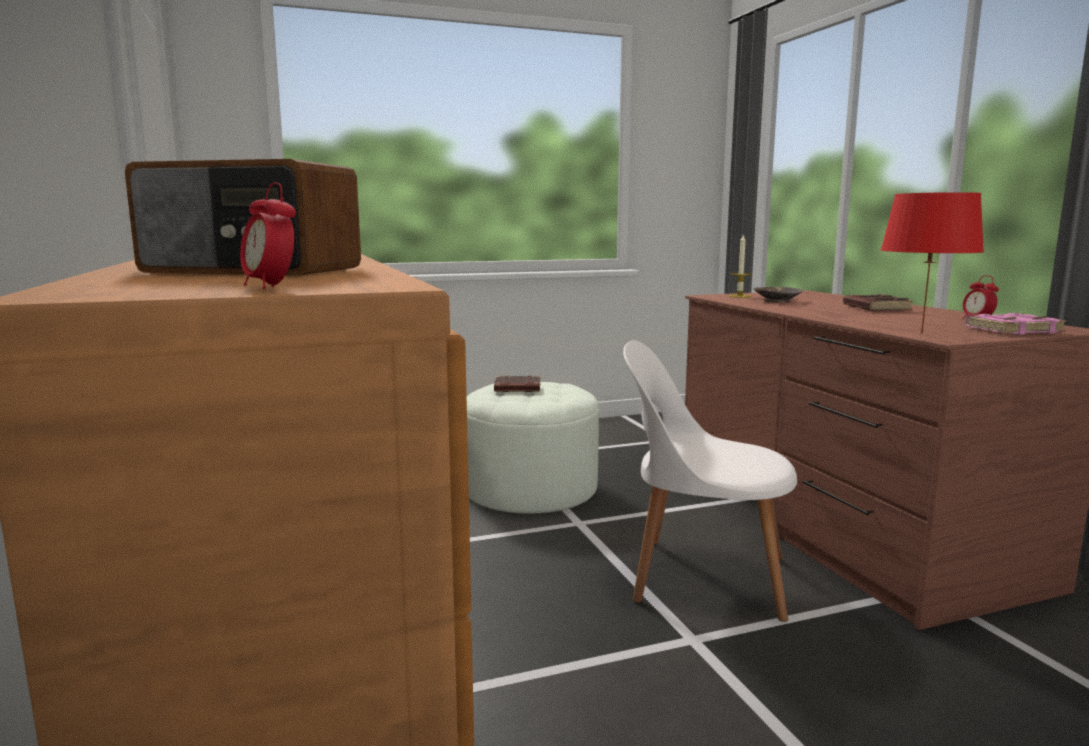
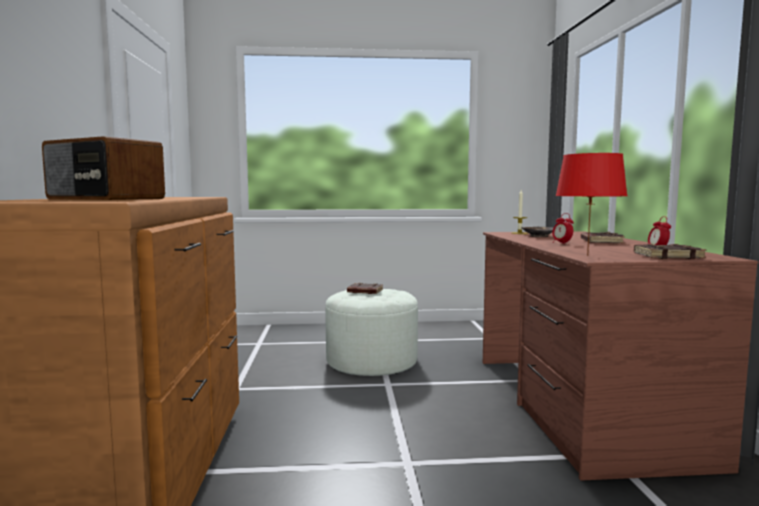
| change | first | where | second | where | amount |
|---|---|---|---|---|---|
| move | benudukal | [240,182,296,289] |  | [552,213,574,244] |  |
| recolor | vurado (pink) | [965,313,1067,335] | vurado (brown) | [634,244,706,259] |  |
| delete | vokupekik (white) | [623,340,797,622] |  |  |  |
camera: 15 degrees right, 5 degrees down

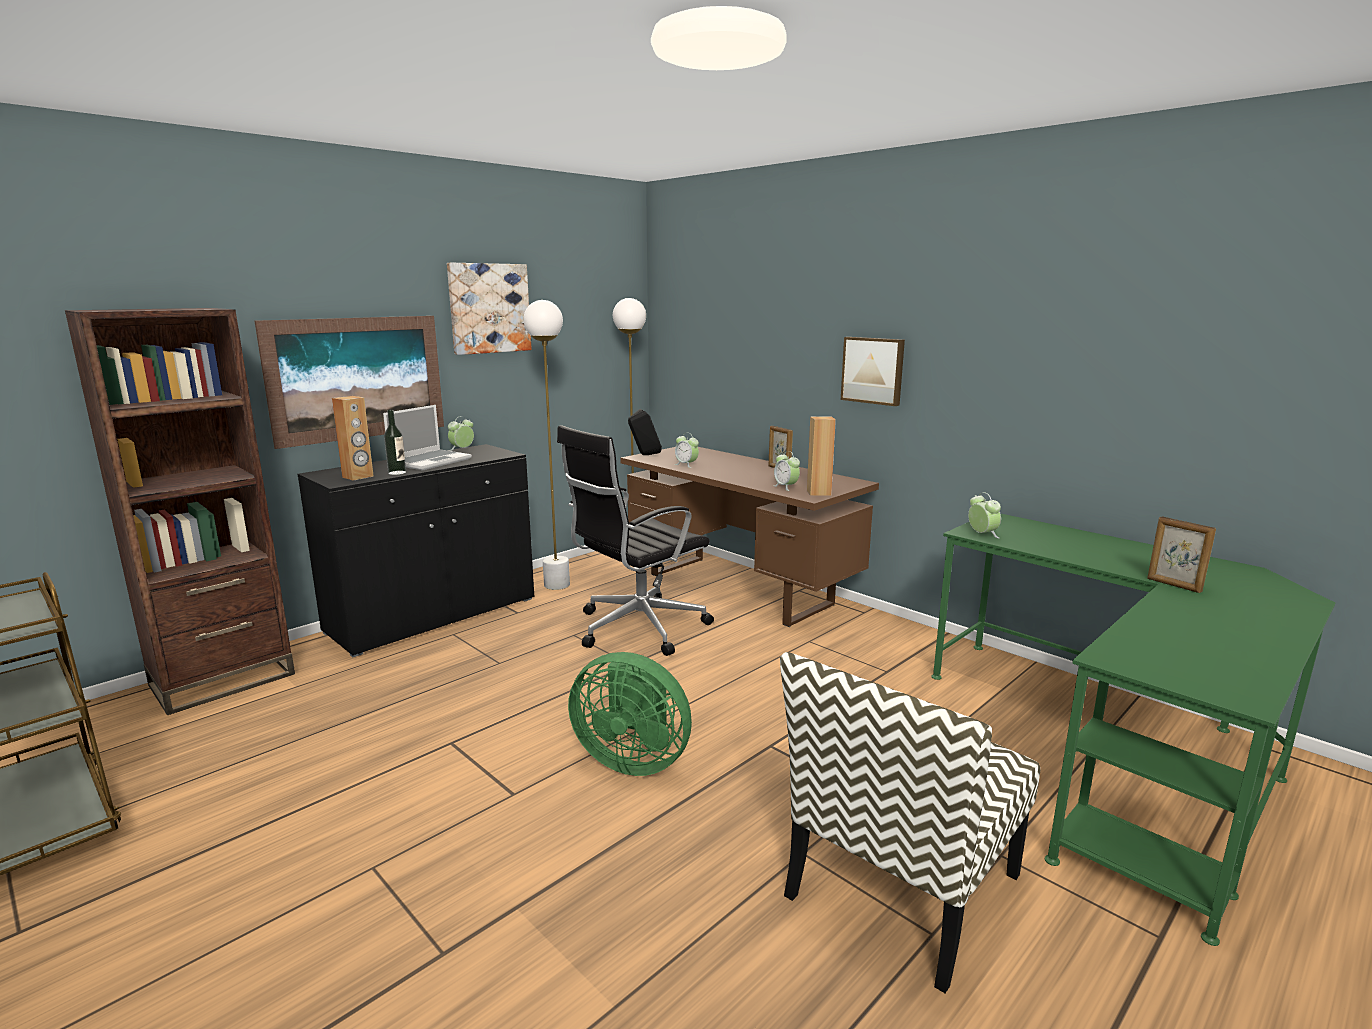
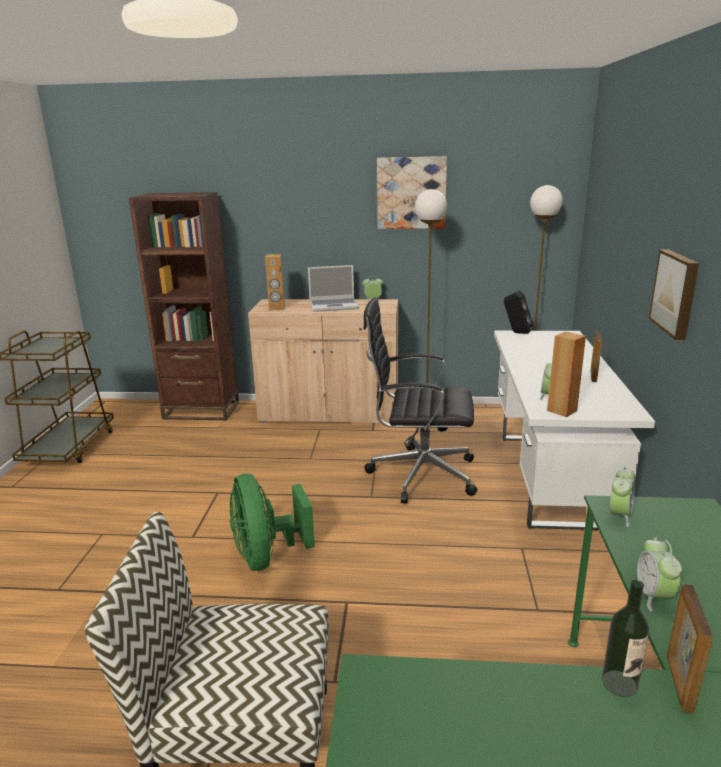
| change | first | where | second | where | amount |
|---|---|---|---|---|---|
| delete | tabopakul | [255,316,444,449] |  |  |  |
| move | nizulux | [384,410,406,475] |  | [602,580,649,697] |  |
| move | benudukal | [675,433,699,468] |  | [637,538,682,612] |  |
| recolor | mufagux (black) | [298,444,534,657] | mufagux (beige) | [248,299,398,424] |  |
| recolor | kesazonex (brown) | [620,447,879,627] | kesazonex (white) | [494,331,655,530] |  |
camera: 50 degrees right, 5 degrees up

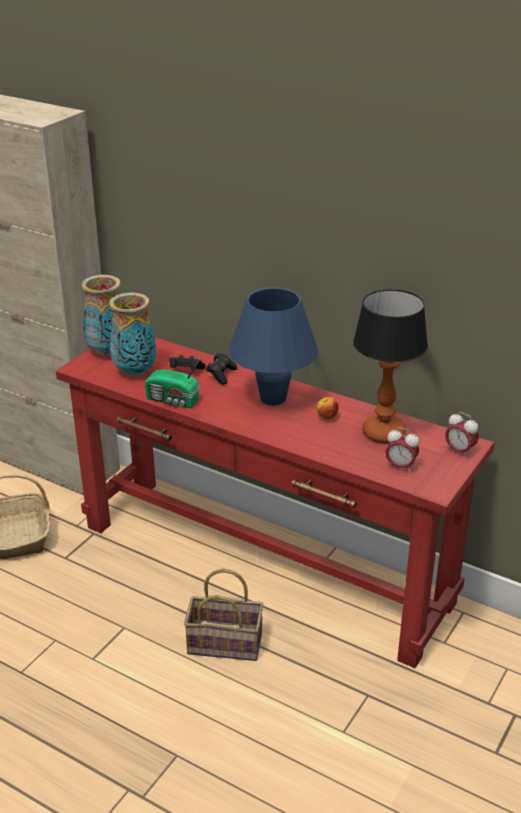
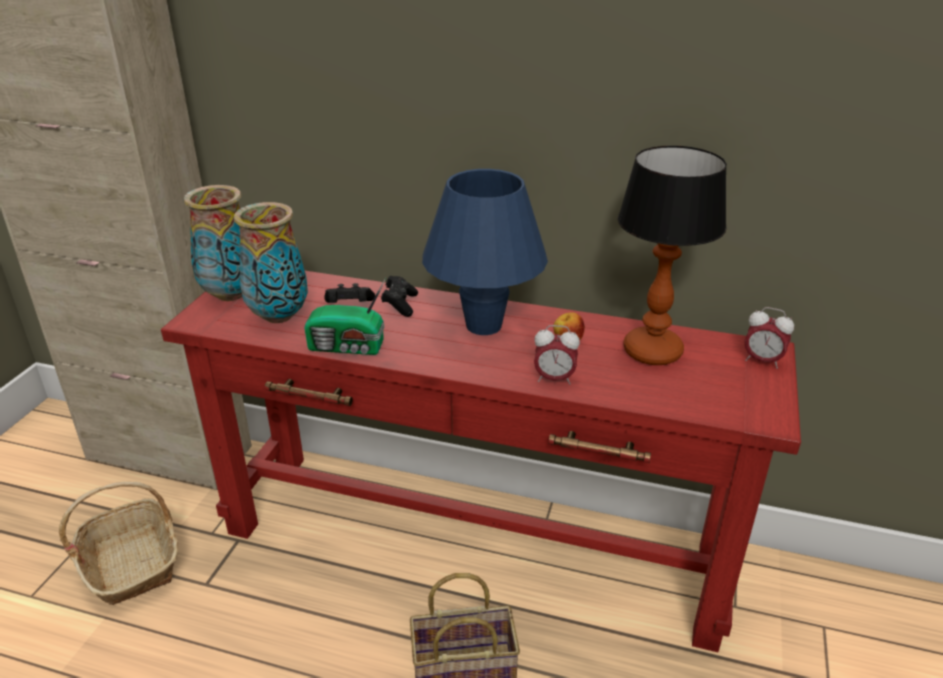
| change | first | where | second | where | amount |
|---|---|---|---|---|---|
| move | benudukal | [385,427,419,472] |  | [534,325,580,385] |  |
camera: 15 degrees left, 0 degrees up

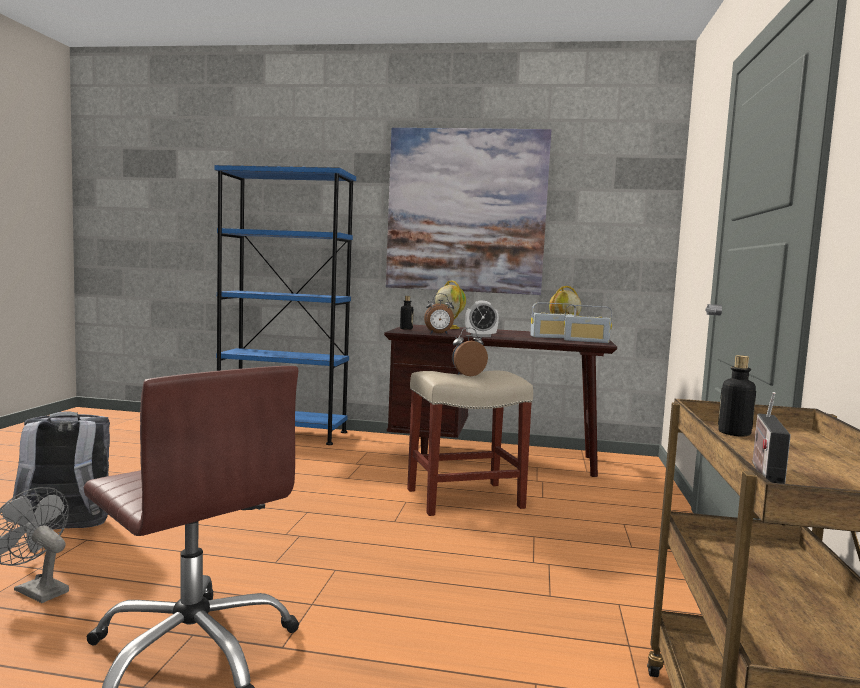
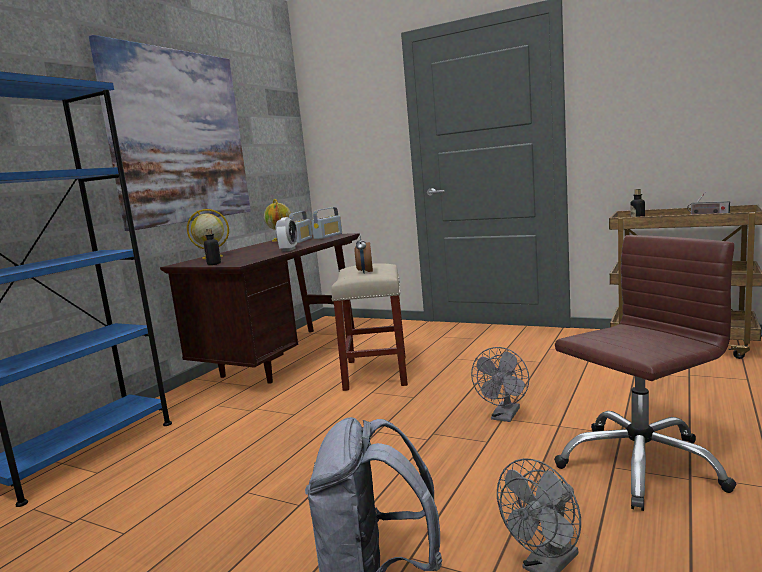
| change | first | where | second | where | amount |
|---|---|---|---|---|---|
| delete | benudukal | [424,293,454,334] |  |  |  |
| insert |  |  | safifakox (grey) | [471,347,529,422] |  |
camera: 70 degrees left, 5 degrees up

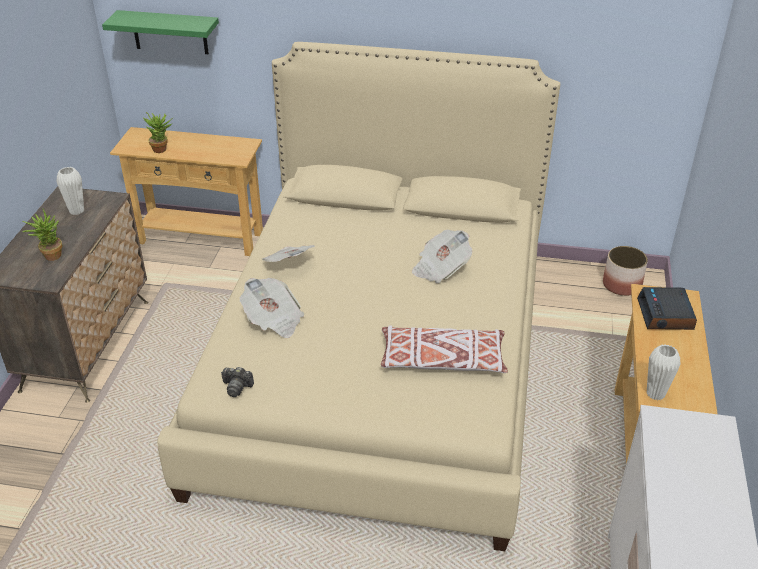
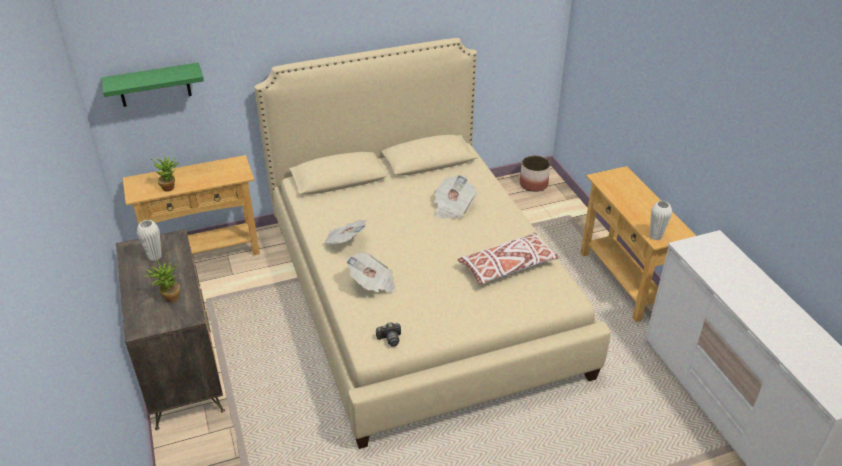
| change | first | where | second | where | amount |
|---|---|---|---|---|---|
| delete | benudukal | [637,287,697,330] |  |  |  |
camera: 30 degrees left, 0 degrees up

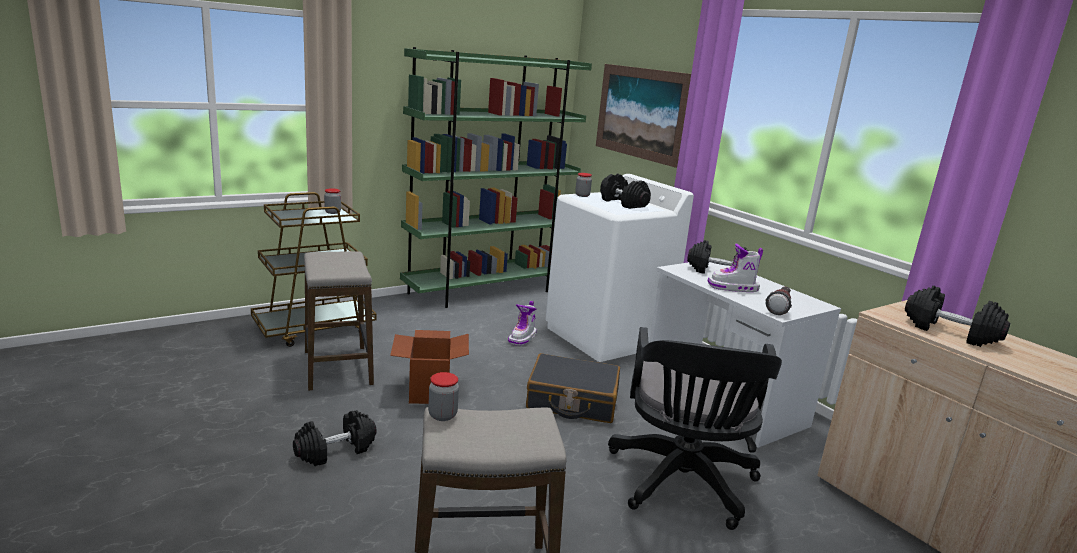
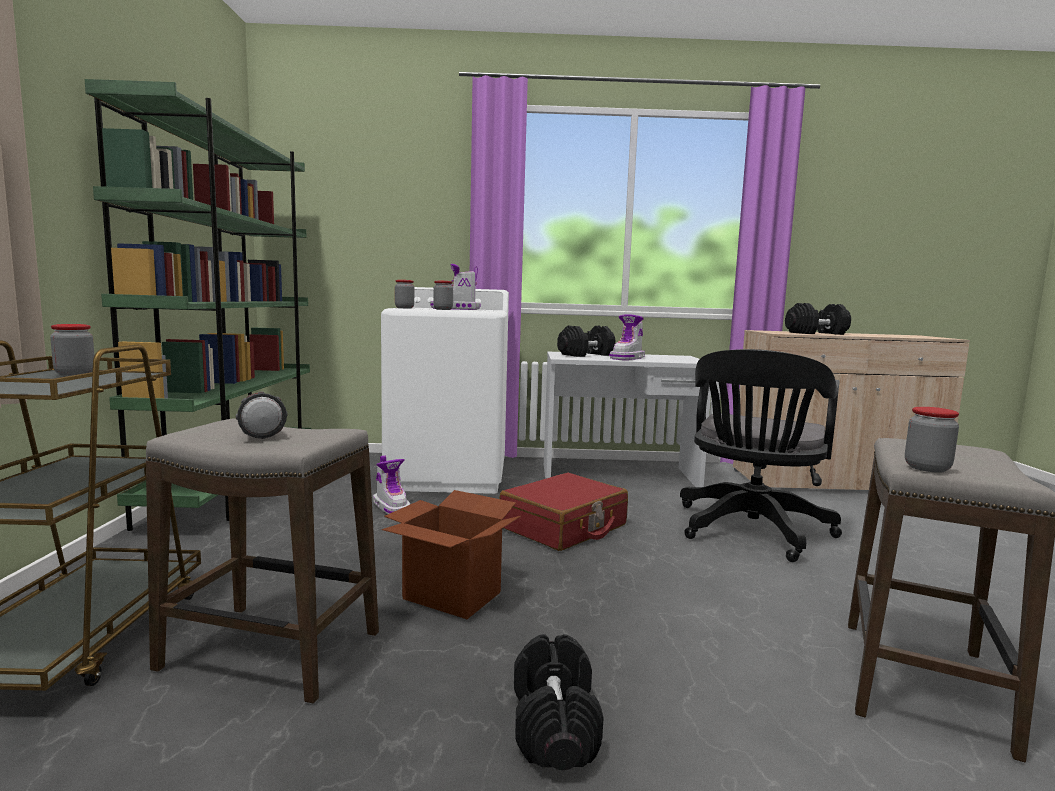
| change | first | where | second | where | amount |
|---|---|---|---|---|---|
| delete | tabopakul | [596,64,691,168] |  |  |  |
| replace | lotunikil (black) | [600,174,651,209] | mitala | [430,264,481,310] |  |
| move | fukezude | [765,287,792,315] |  | [236,392,288,439] |  |
| rotate | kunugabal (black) | [608,327,782,530] |  | [680,349,842,562] | 75 degrees clockwise |
| recolor | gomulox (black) | [526,353,620,423] | gomulox (red) | [499,473,628,551] |  |
| insert |  |  | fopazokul | [433,281,453,310] |  |
camera: 55 degrees left, 10 degrees down

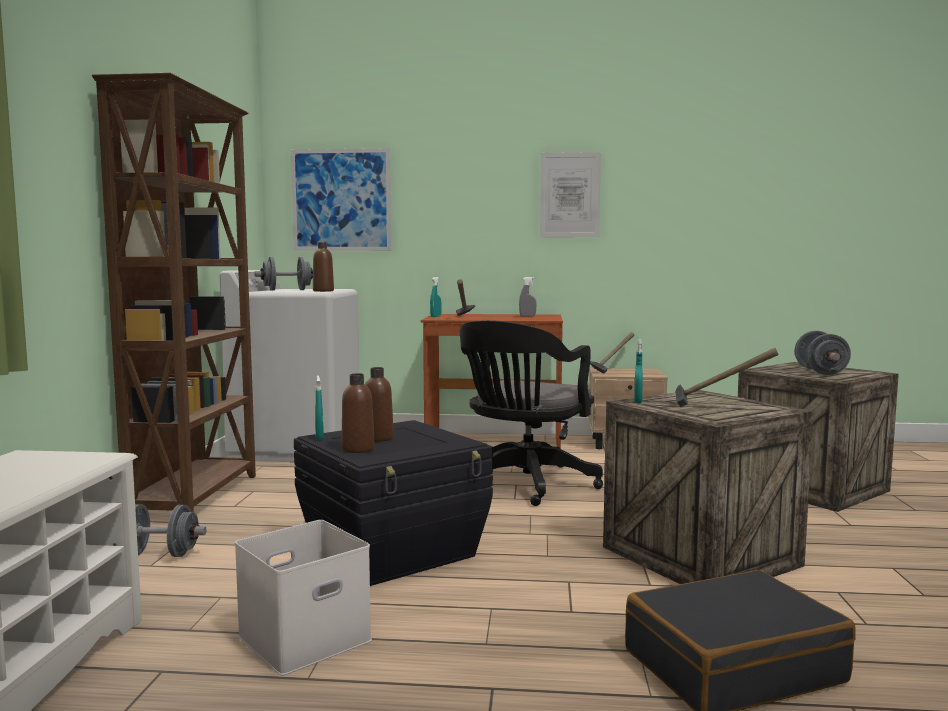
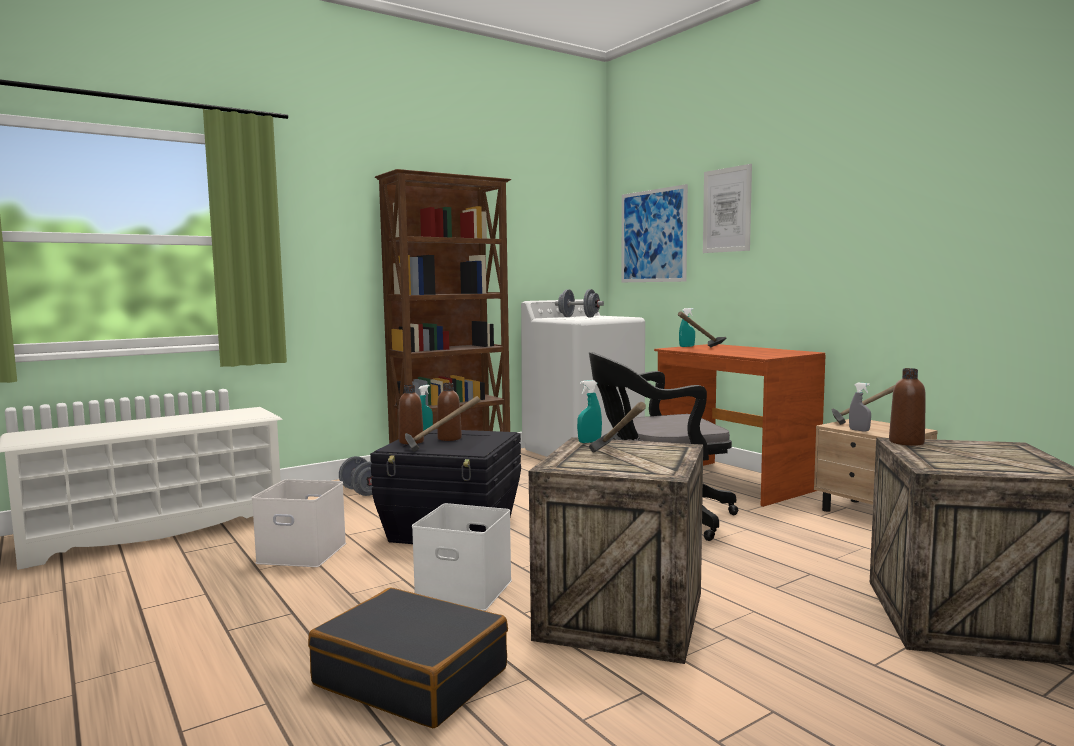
| change | first | where | second | where | amount |
|---|---|---|---|---|---|
| move | tabopakul | [540,152,601,237] |  | [703,164,752,253] |  |
| move | nizulux (brown) | [313,242,334,292] |  | [889,368,926,446] |  |
| move | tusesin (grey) | [519,277,537,317] |  | [849,383,871,431] |  |
| delete | lotunikil (grey) | [794,331,851,375] |  |  |  |
| insert |  |  | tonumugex | [405,396,481,452] |  |
| insert |  |  | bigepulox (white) | [412,503,512,611] |  |
camera: 50 degrees right, 0 degrees up

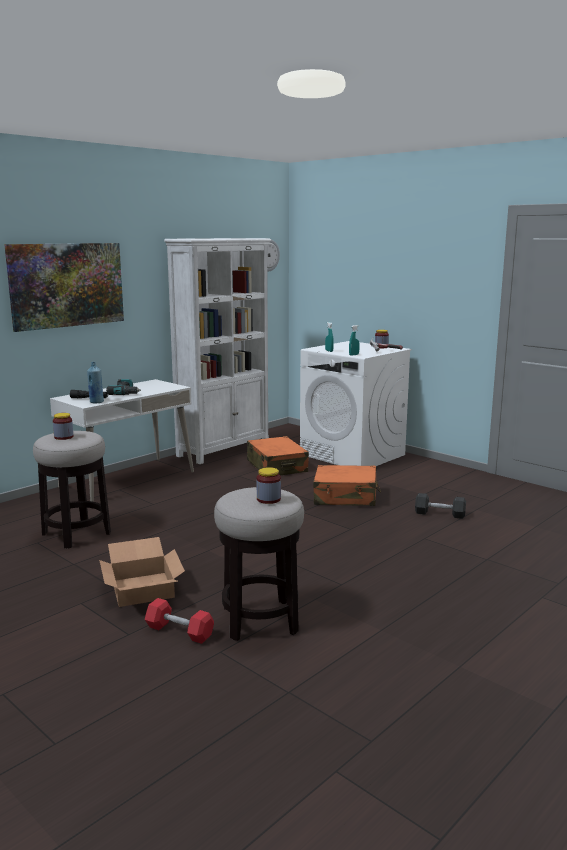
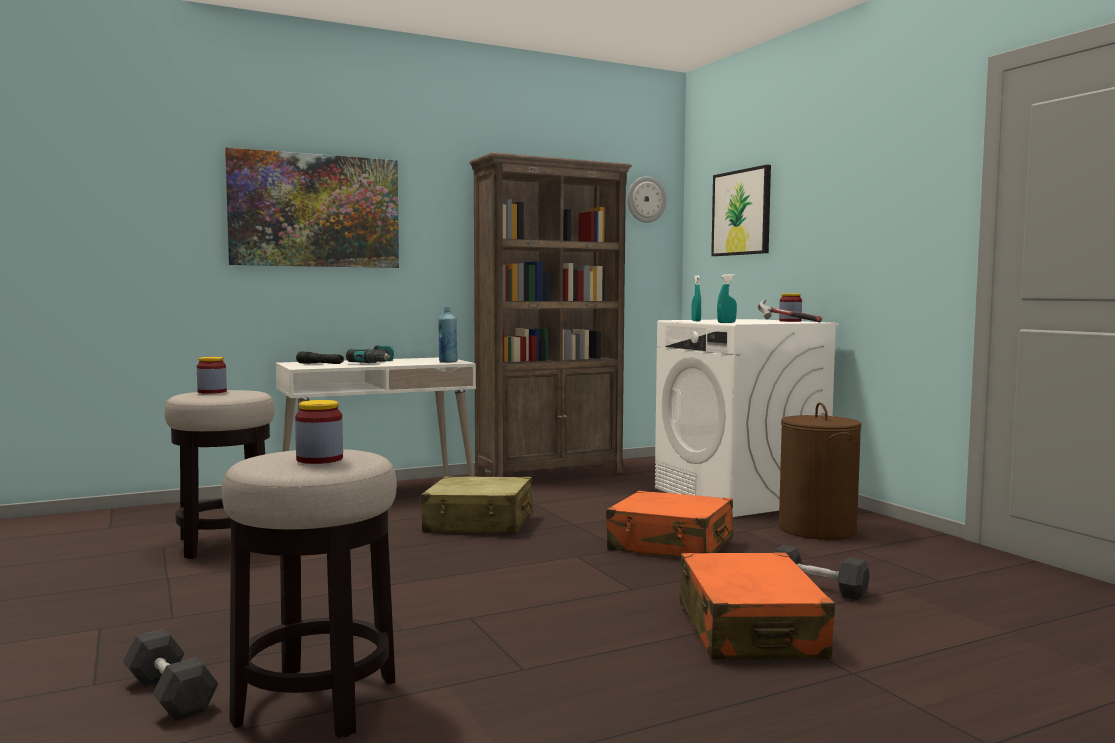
| change | first | where | second | where | amount |
|---|---|---|---|---|---|
| recolor | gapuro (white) | [164,238,271,464] | gapuro (brown) | [469,152,632,477] |  |
| move | nizulux (blue) | [87,362,104,403] |  | [438,307,458,362] |  |
| move | gomulox (orange) | [247,436,309,475] |  | [679,552,835,660] |  |
| delete | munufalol | [99,537,185,607] |  |  |  |
| recolor | lotunikil (red) | [145,598,214,644] | lotunikil (grey) | [123,629,219,721] |  |
| insert |  |  | tabopakul | [711,165,771,256] |  |
| insert |  |  | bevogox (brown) | [779,402,862,540] |  |
| insert |  |  | gomulox (beige) | [420,476,533,534] |  |
camera: 20 degrees right, 10 degrees down

